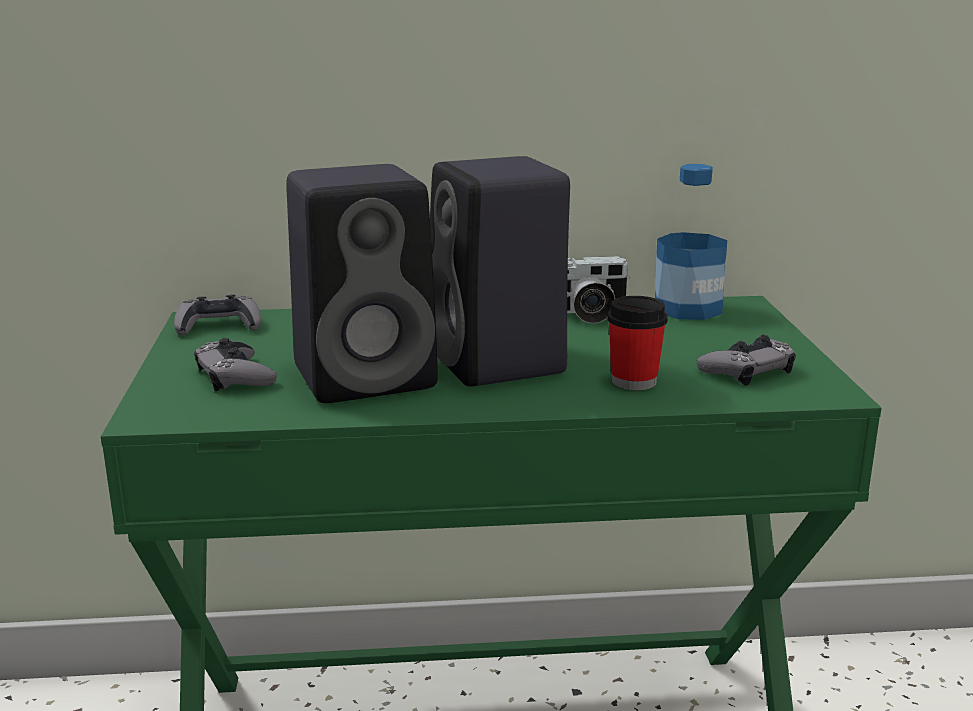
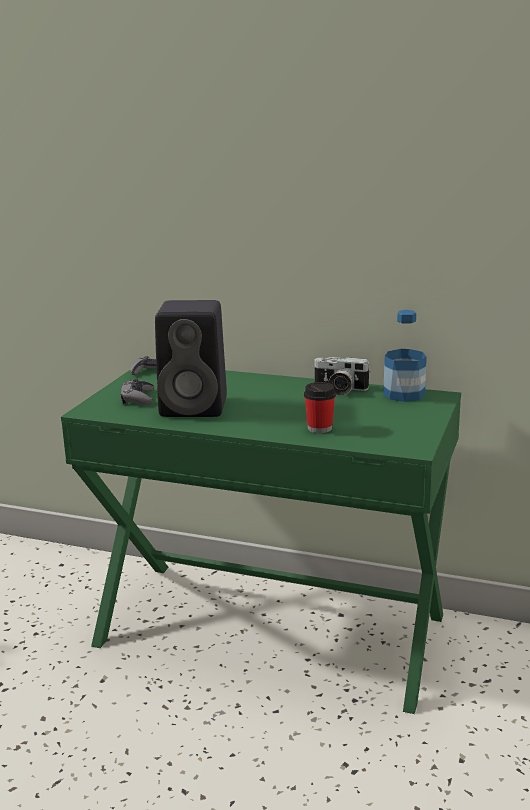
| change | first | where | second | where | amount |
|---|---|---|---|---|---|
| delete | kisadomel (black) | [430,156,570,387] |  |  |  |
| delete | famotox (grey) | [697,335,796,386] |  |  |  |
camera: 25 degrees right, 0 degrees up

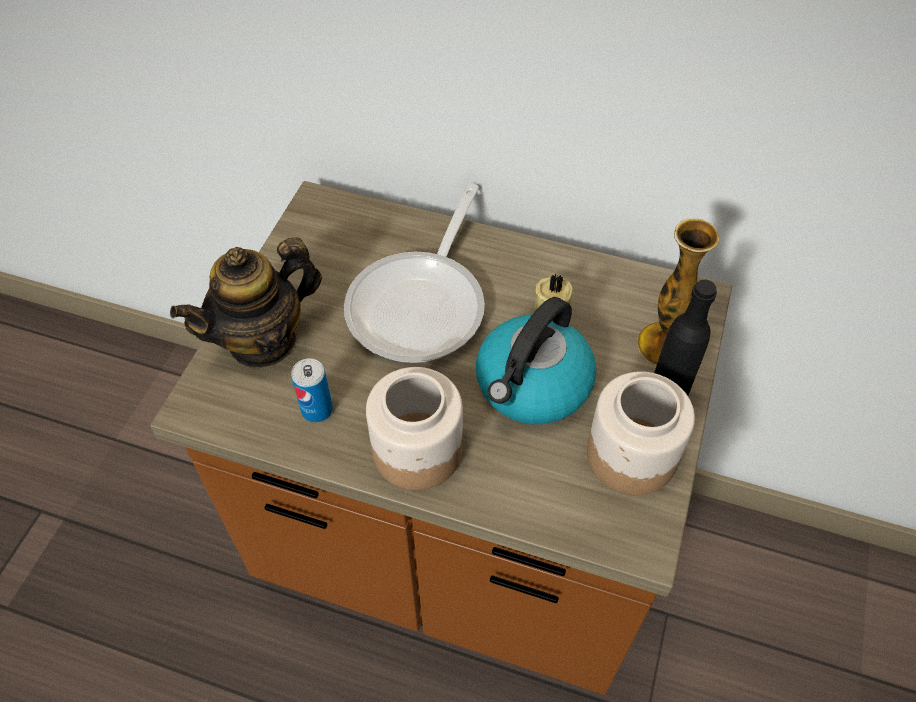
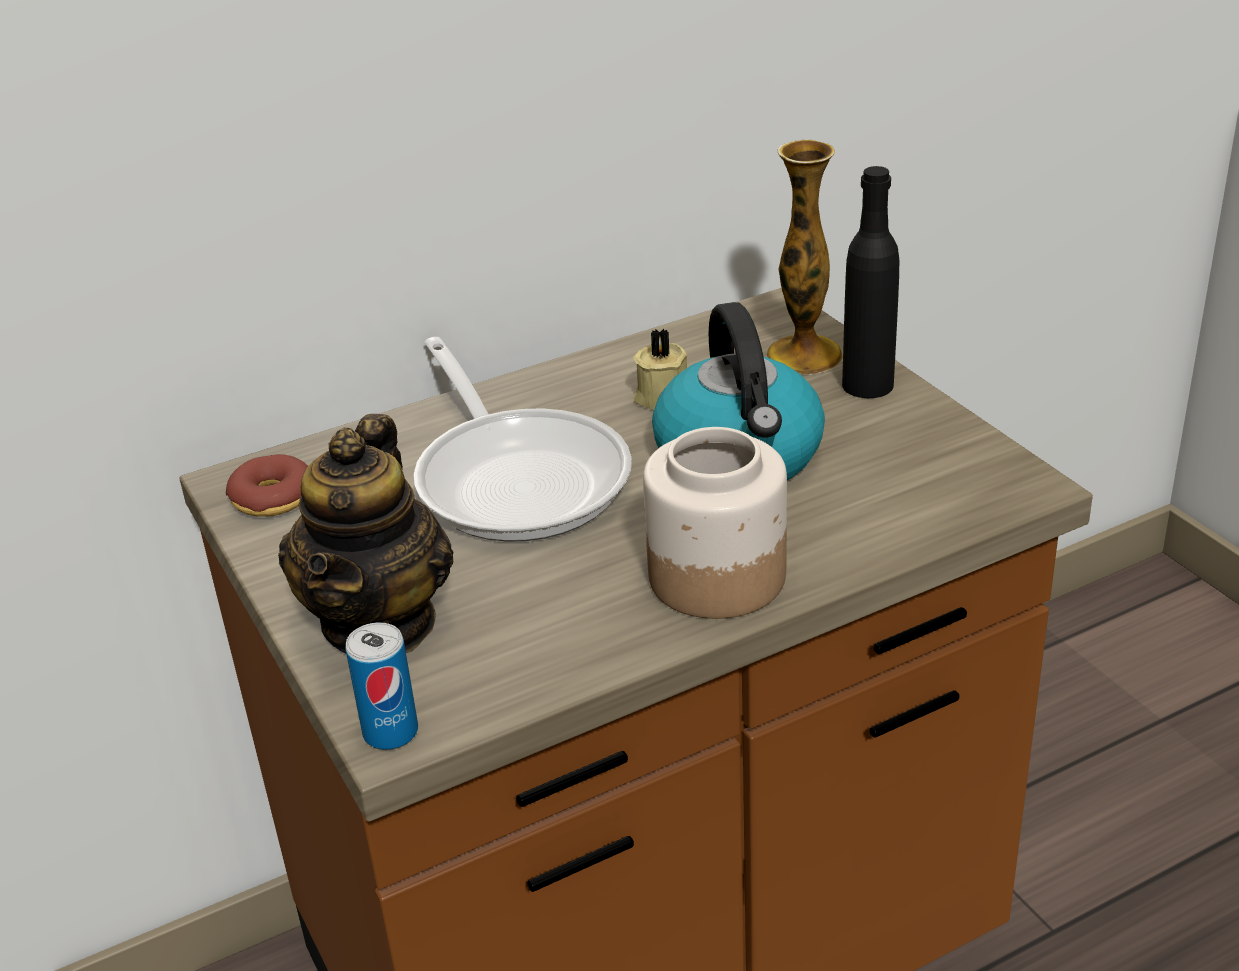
| change | first | where | second | where | amount |
|---|---|---|---|---|---|
| move | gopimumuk | [291,358,333,422] |  | [346,623,418,750] |  |
| delete | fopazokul | [587,371,695,495] |  |  |  |
| insert |  |  | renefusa | [226,454,308,517] |  |
camera: 45 degrees left, 20 degrees down

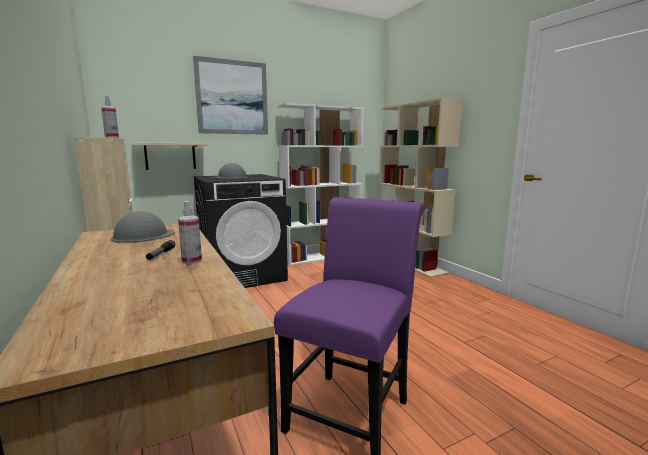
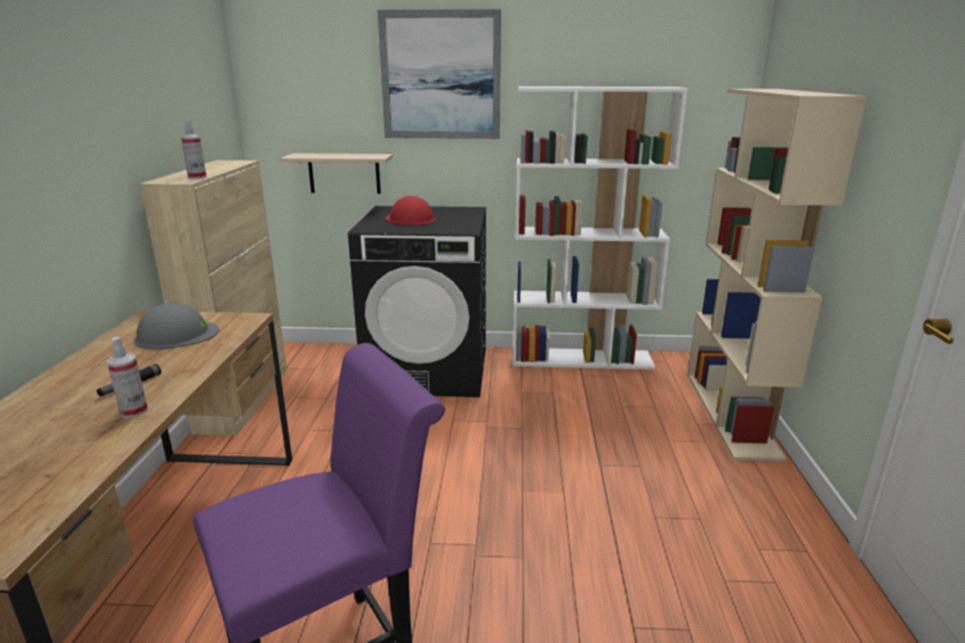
| change | first | where | second | where | amount |
|---|---|---|---|---|---|
| recolor | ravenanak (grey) | [214,163,248,179] | ravenanak (red) | [385,196,436,225] |  |
camera: 30 degrees right, 10 degrees up

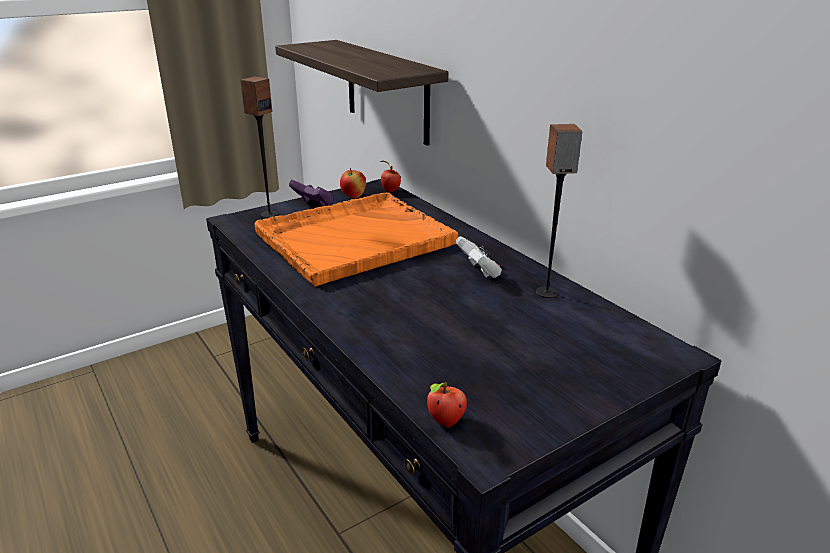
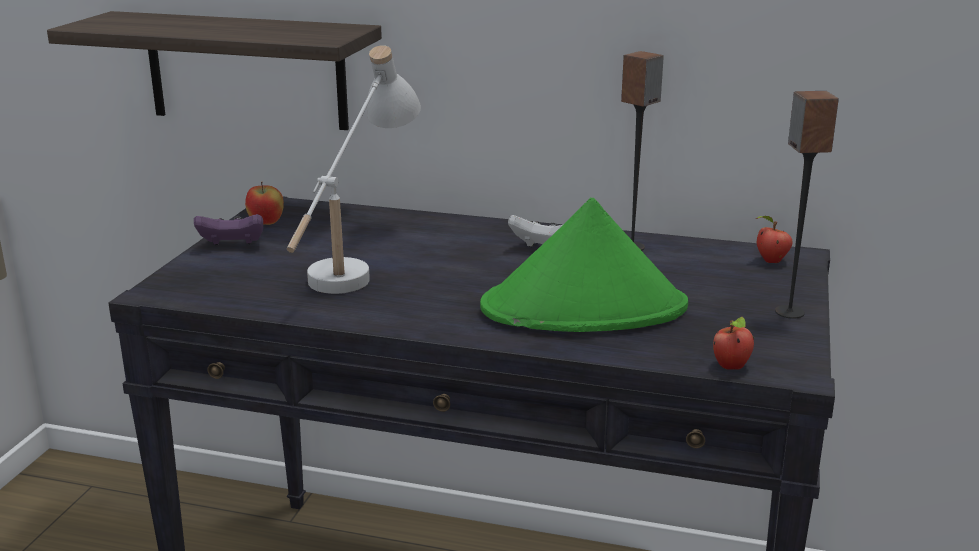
| change | first | where | second | where | amount |
|---|---|---|---|---|---|
| move | kisadomel | [240,76,279,218] |  | [775,91,839,319] |  |
| move | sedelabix | [380,161,401,192] |  | [756,216,793,263] |  |
| replace | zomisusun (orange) | [255,192,459,287] | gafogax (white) | [286,45,421,294] |  |
| insert |  |  | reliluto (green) | [480,198,688,332] |  |
camera: 40 degrees left, 5 degrees down

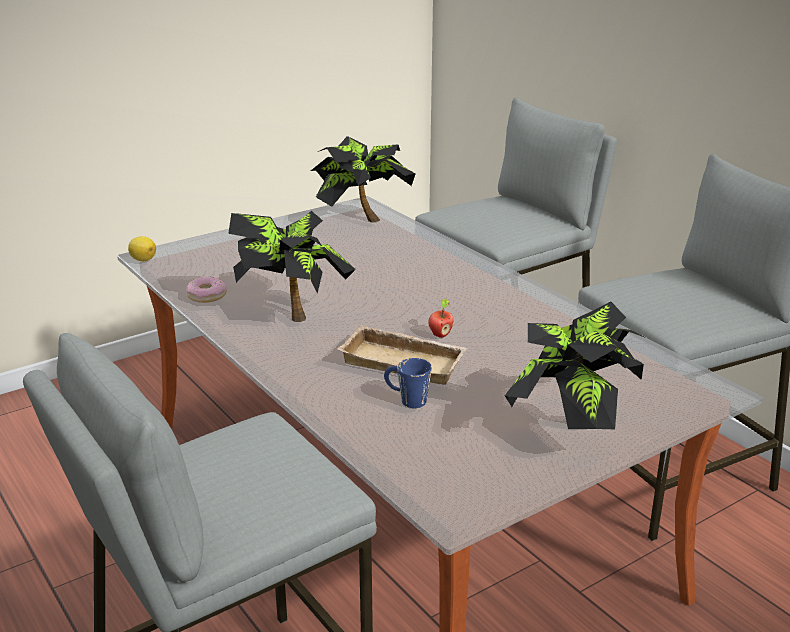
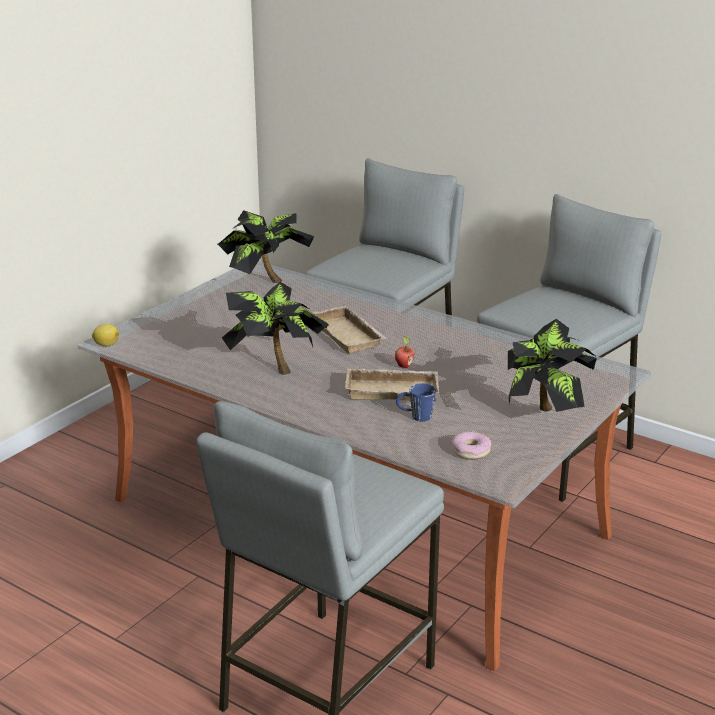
| change | first | where | second | where | amount |
|---|---|---|---|---|---|
| move | renefusa | [186,277,227,303] |  | [452,431,491,459] |  |
| insert |  |  | zomisusun (beige) | [311,305,387,354] |  |
camera: 20 degrees left, 0 degrees up

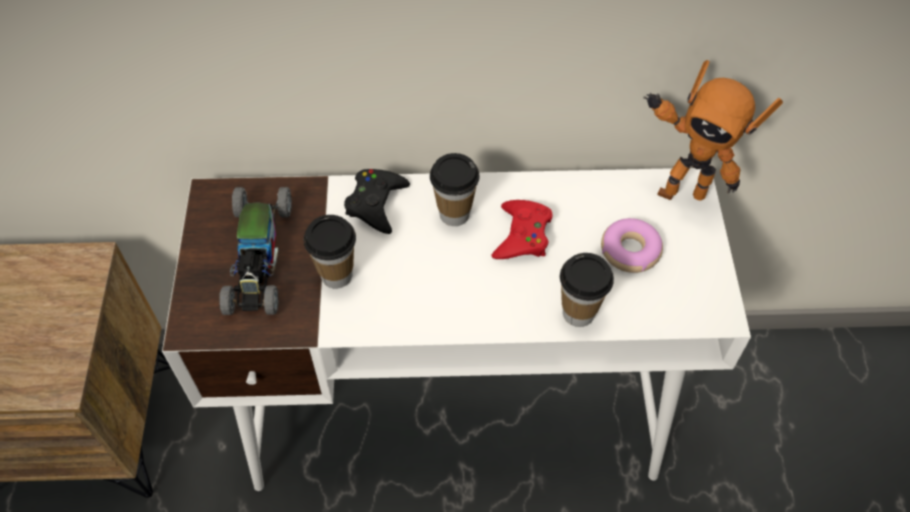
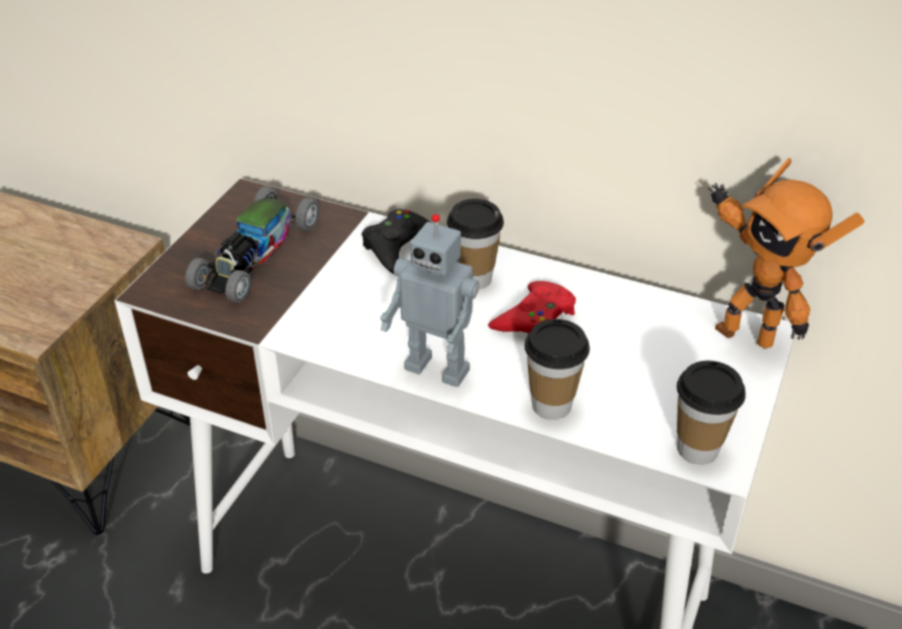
| change | first | where | second | where | amount |
|---|---|---|---|---|---|
| move | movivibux | [304,215,356,289] |  | [677,361,746,465] |  |
| delete | renefusa | [601,218,663,273] |  |  |  |
| insert |  |  | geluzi | [380,214,480,387] |  |
camera: 25 degrees right, 15 degrees down

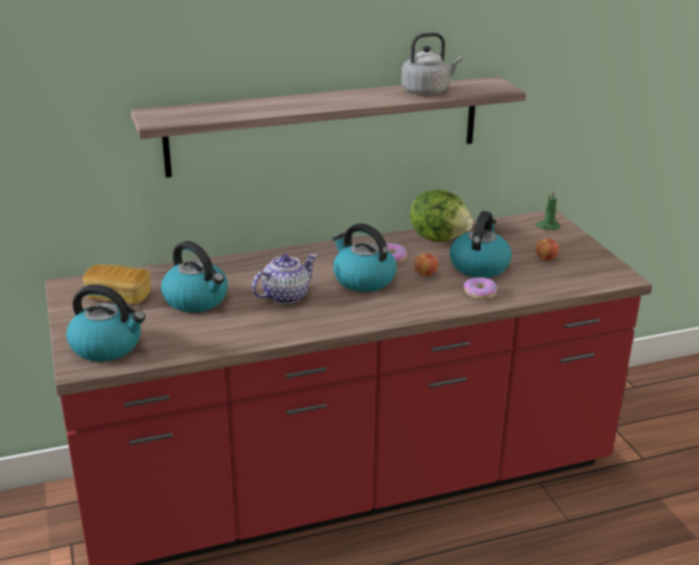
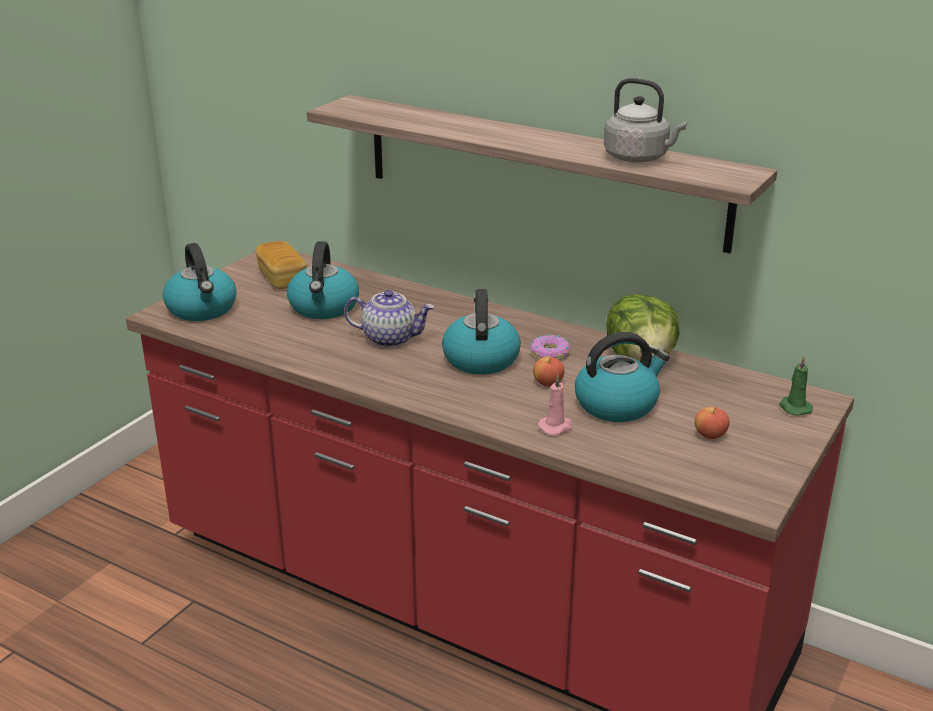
| change | first | where | second | where | amount |
|---|---|---|---|---|---|
| replace | renefusa | [464,277,497,300] | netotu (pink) | [538,375,573,435] |  |
camera: 50 degrees right, 0 degrees up

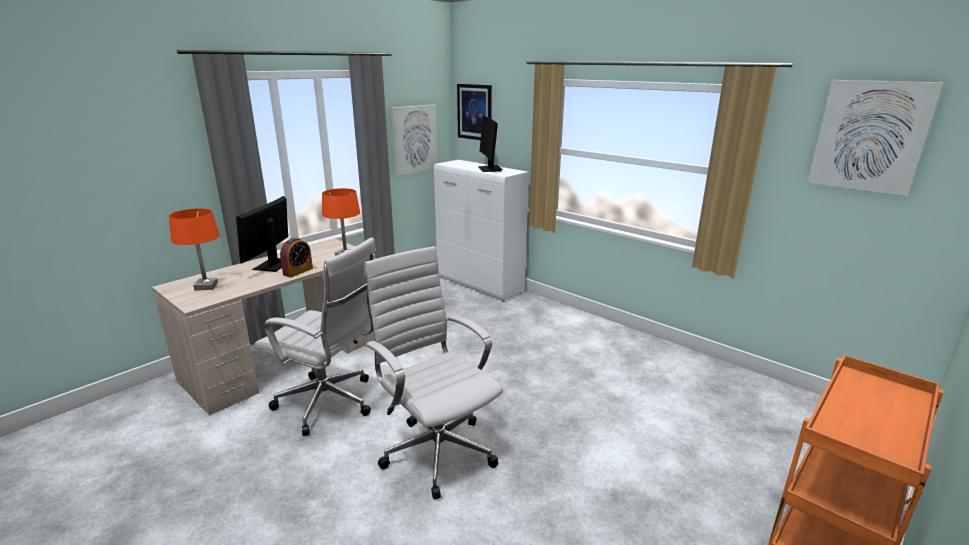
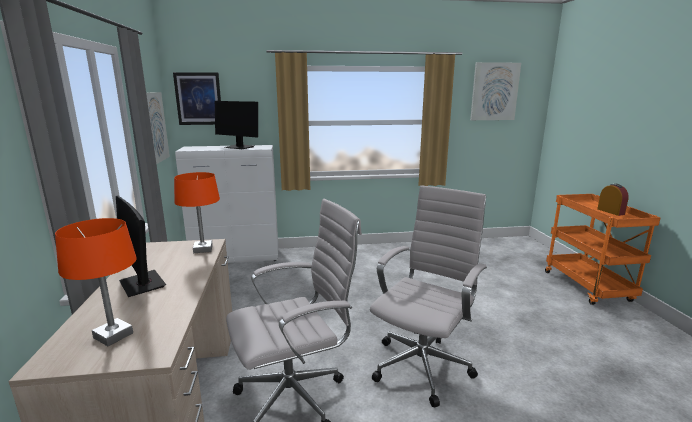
| change | first | where | second | where | amount |
|---|---|---|---|---|---|
| move | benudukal | [280,238,313,278] |  | [597,184,629,216] |  |
| rotate | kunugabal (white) | [364,246,503,500] |  | [370,185,487,408] | 120 degrees clockwise |
camera: 50 degrees left, 5 degrees down

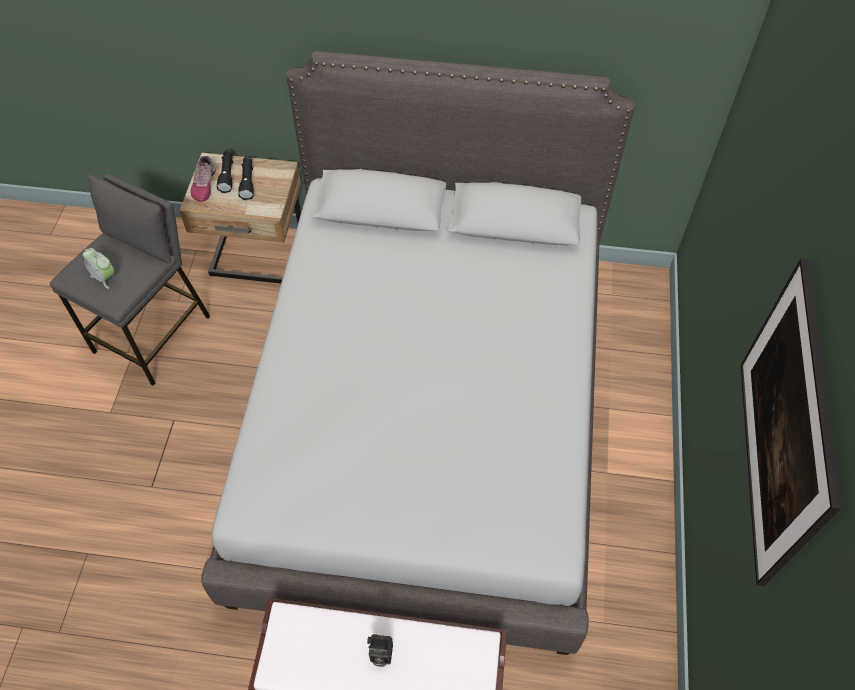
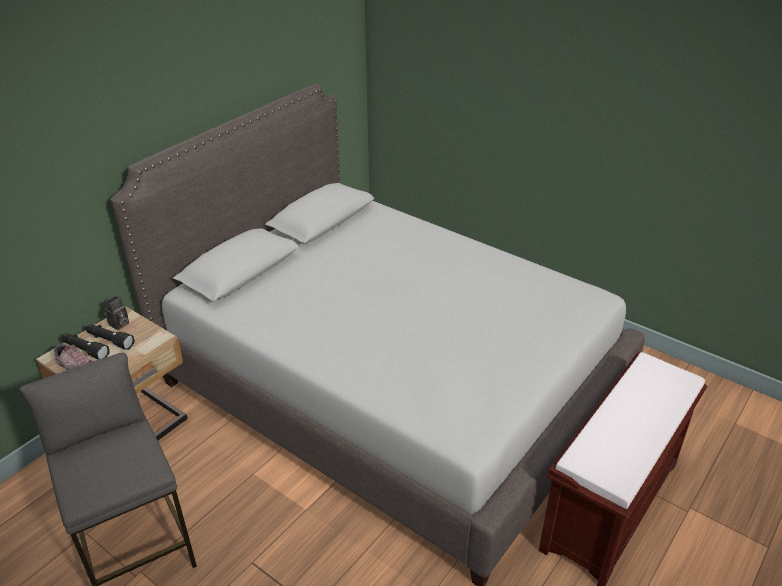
| change | first | where | second | where | amount |
|---|---|---|---|---|---|
| delete | benudukal | [83,248,115,289] |  |  |  |
| delete | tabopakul | [741,258,841,586] |  |  |  |
| move | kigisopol | [367,634,393,667] |  | [103,296,129,330] |  |
camera: 60 degrees left, 20 degrees down

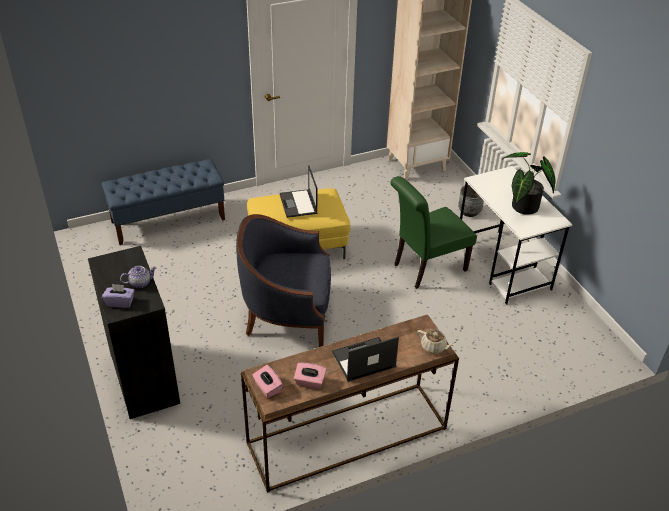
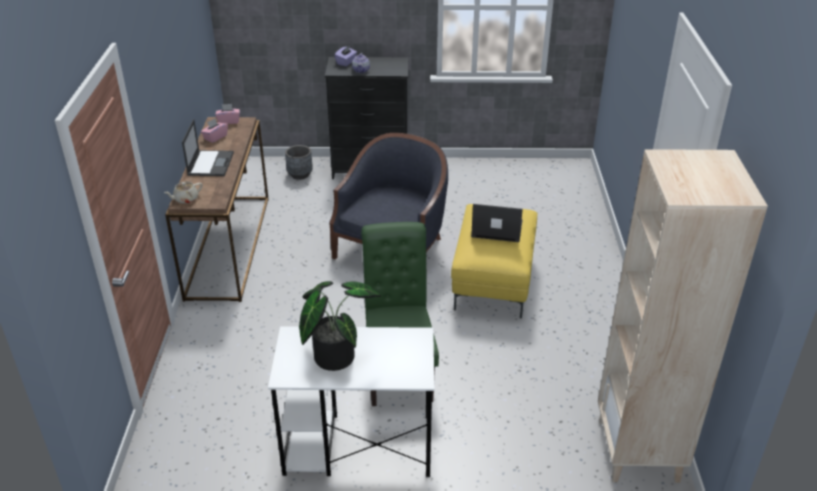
| change | first | where | second | where | amount |
|---|---|---|---|---|---|
| delete | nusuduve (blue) | [101,159,225,245] |  |  |  |
| move | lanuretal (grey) | [458,185,484,217] |  | [285,145,313,180] |  |
camera: 115 degrees right, 5 degrees down

